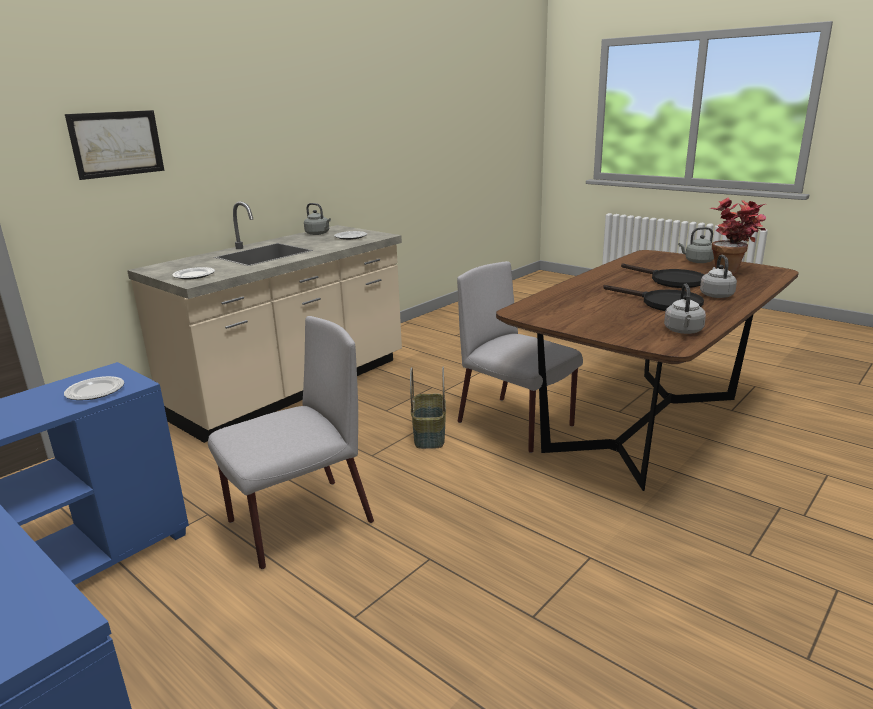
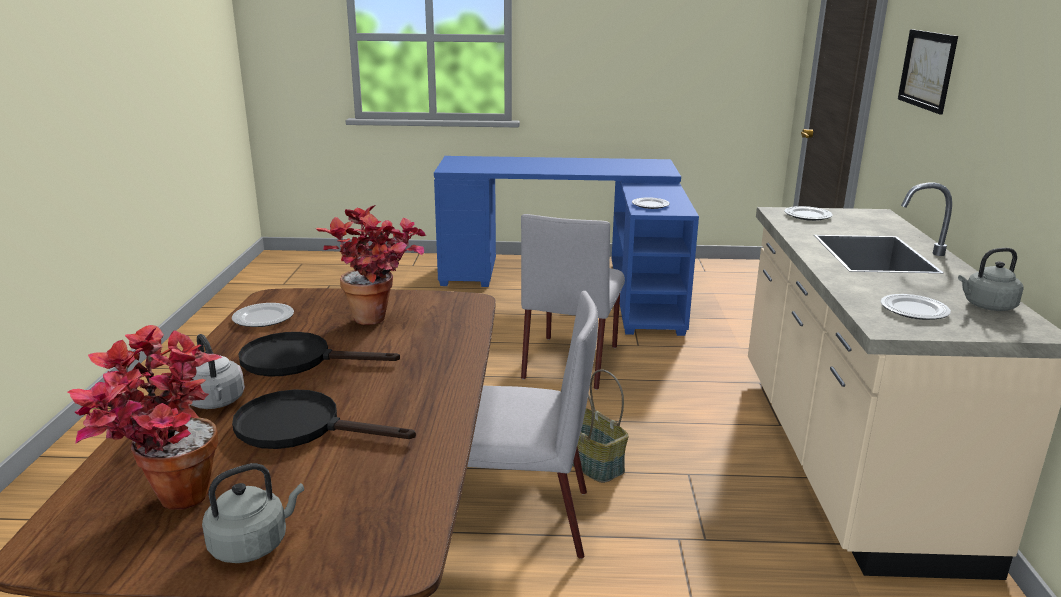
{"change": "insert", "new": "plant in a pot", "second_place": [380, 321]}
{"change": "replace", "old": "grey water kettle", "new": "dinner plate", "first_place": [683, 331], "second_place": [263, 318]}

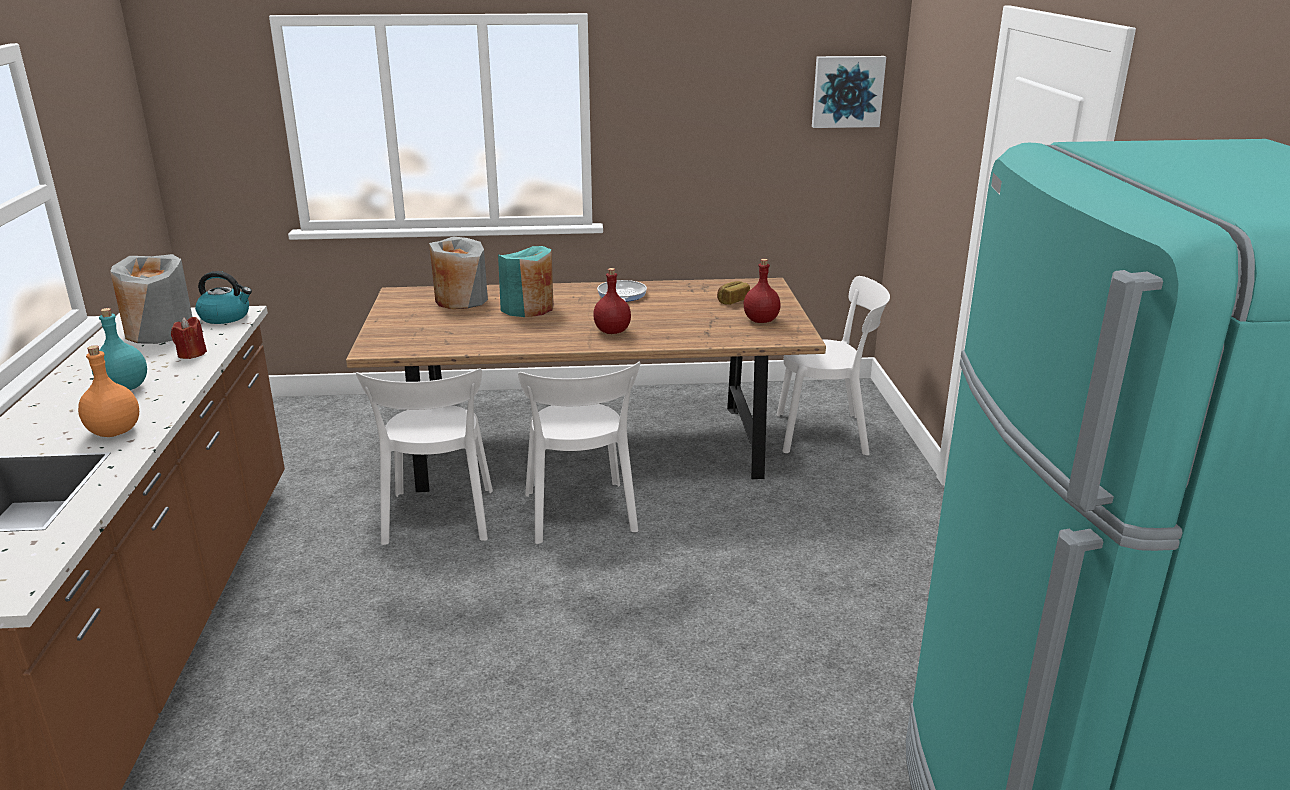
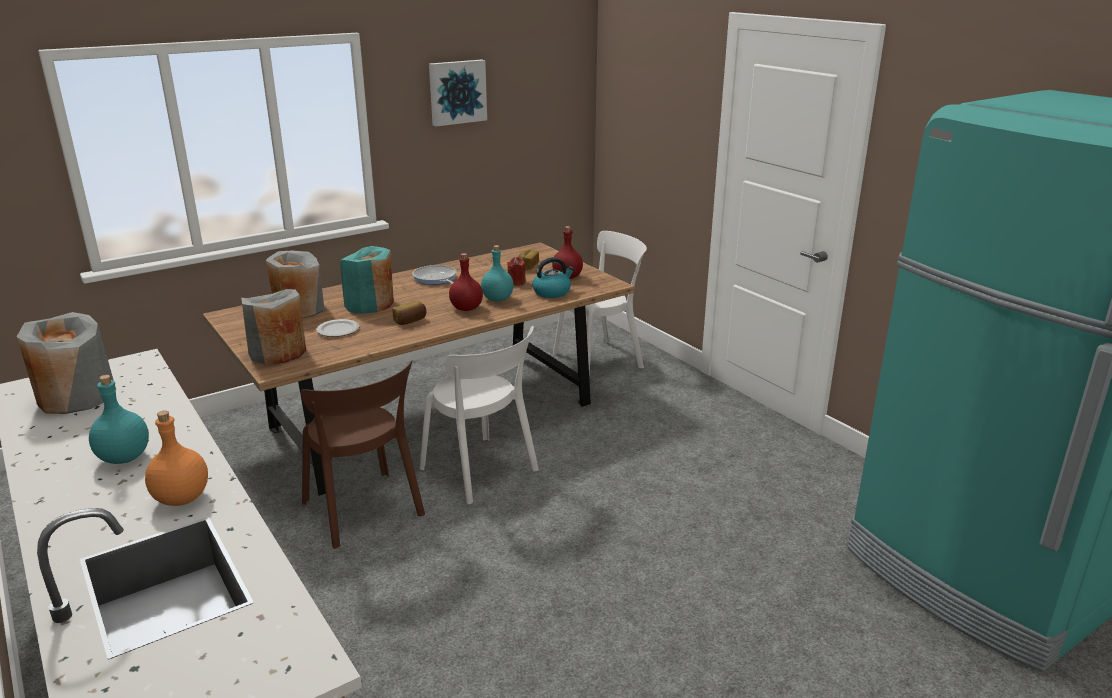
{"change": "insert", "new": "grey flower vase", "second_place": [278, 353]}
{"change": "insert", "new": "dinner plate", "second_place": [338, 330]}
{"change": "insert", "new": "bread", "second_place": [410, 321]}
{"change": "insert", "new": "turquoise-coloured beverage bottle", "second_place": [498, 299]}
{"change": "move", "old": "red-coloured wax candle", "first_place": [191, 354], "second_place": [516, 282]}
{"change": "move", "old": "water kettle", "first_place": [226, 317], "second_place": [552, 292]}
{"change": "move", "old": "wall art", "first_place": [847, 91], "second_place": [457, 92]}
{"change": "recolor", "old": "white chair", "new": "brown chair", "first_place": [438, 519], "second_place": [365, 511]}

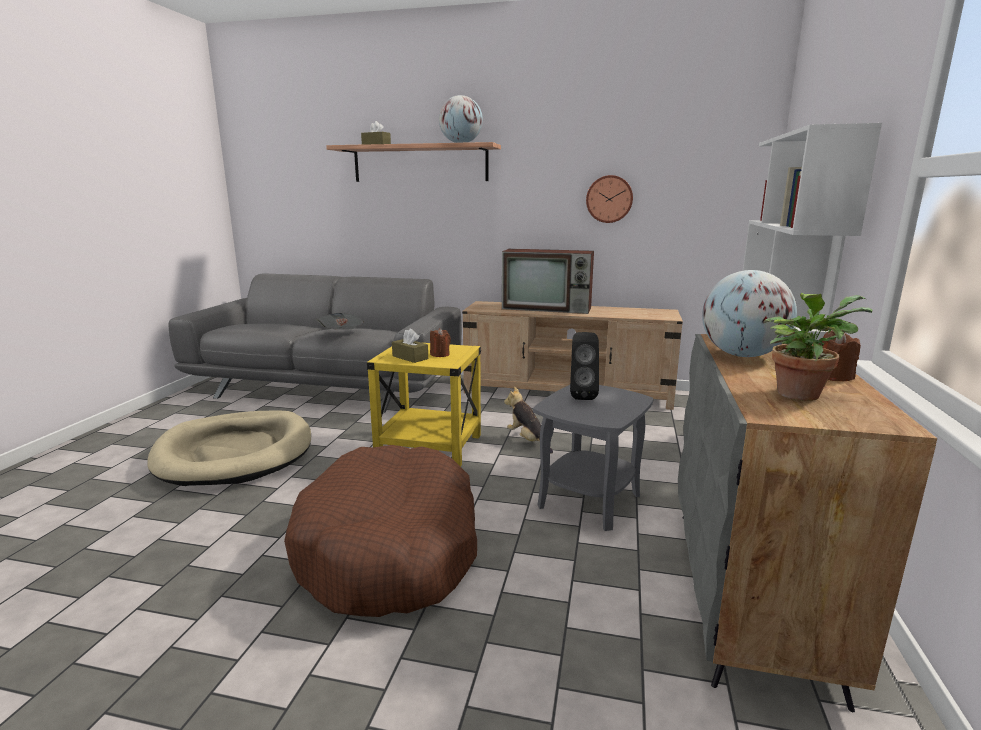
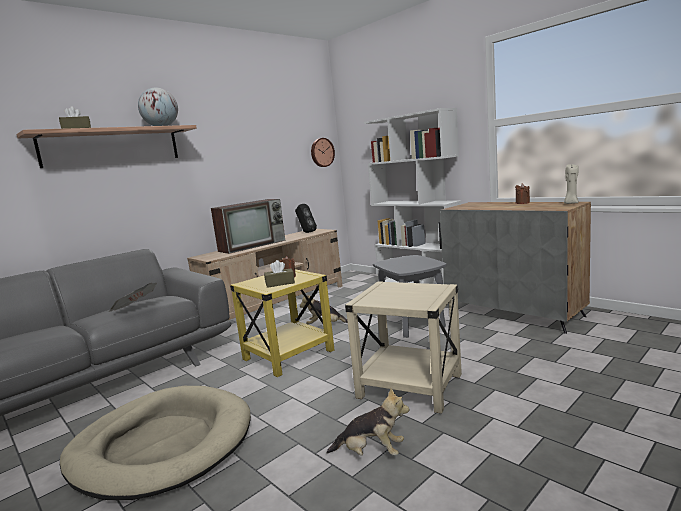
{"change": "delete", "old": "globe", "first_place": [742, 355]}
{"change": "delete", "old": "plant in a pot", "first_place": [800, 393]}
{"change": "insert", "new": "soft toy", "second_place": [371, 453]}
{"change": "insert", "new": "beige wax candle", "second_place": [571, 203]}
{"change": "move", "old": "blackish loudspeaker", "first_place": [582, 396], "second_place": [306, 232]}
{"change": "move", "old": "hanging clock", "first_place": [609, 199], "second_place": [321, 152]}
{"change": "replace", "old": "brown pet bed", "new": "beige end table", "first_place": [390, 549], "second_place": [409, 386]}

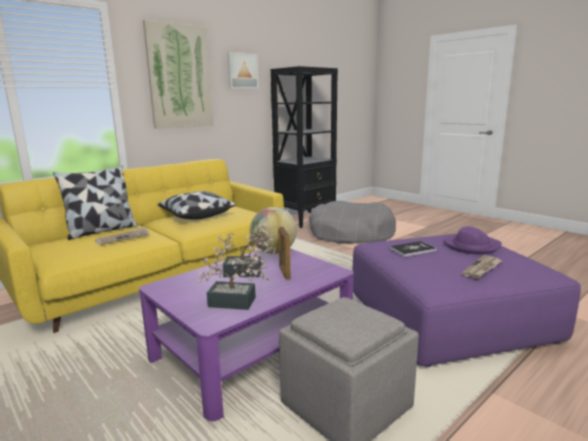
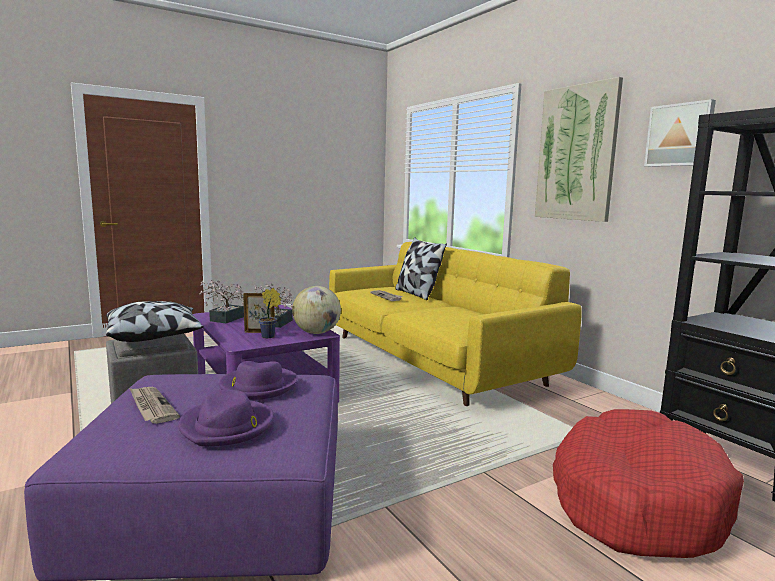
{"change": "insert", "new": "plant in a pot", "second_place": [270, 336]}
{"change": "move", "old": "throw pillow", "first_place": [195, 215], "second_place": [155, 336]}
{"change": "replace", "old": "book", "new": "purple-coloured clothing hat", "first_place": [412, 250], "second_place": [258, 386]}
{"change": "recolor", "old": "grey pet bed", "new": "red-coloured pet bed", "first_place": [351, 234], "second_place": [635, 500]}

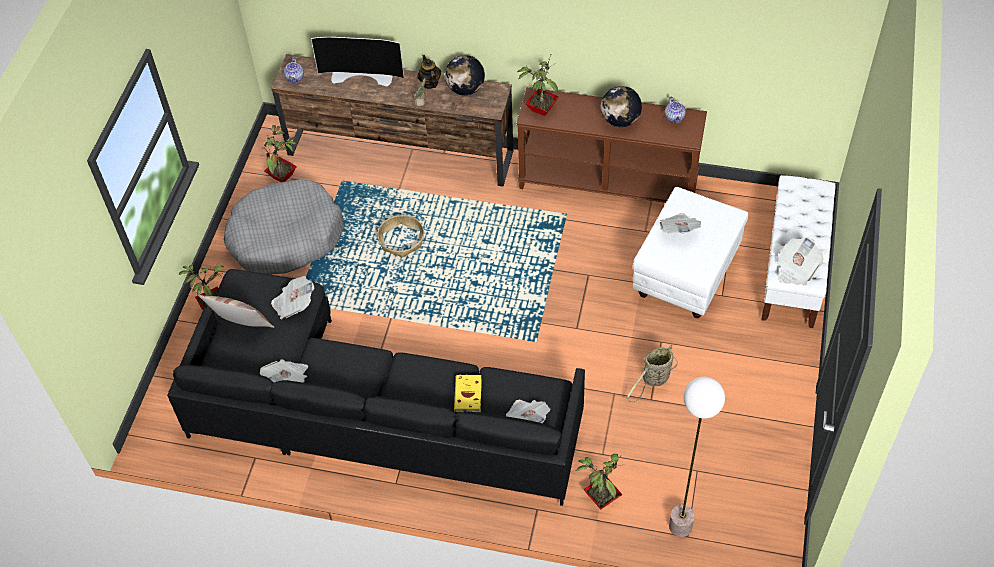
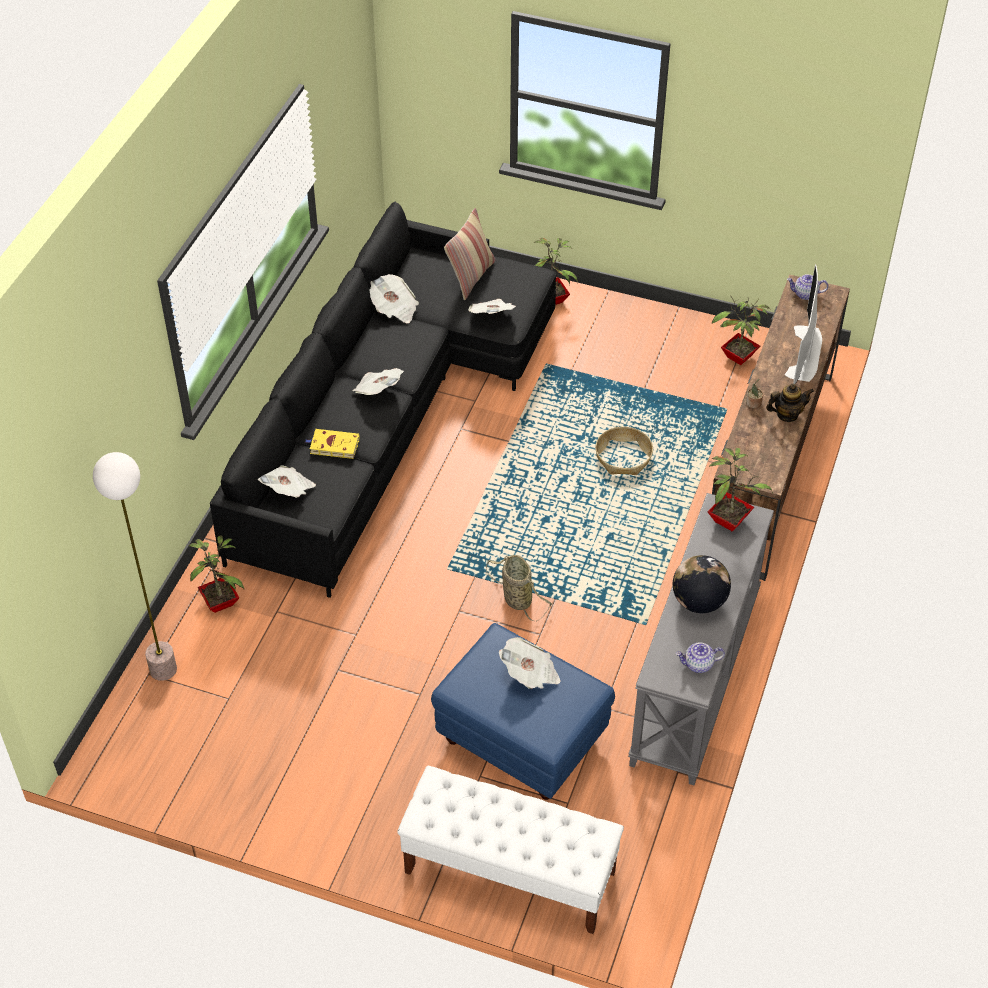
{"change": "delete", "old": "grey pet bed", "first_place": [285, 237]}
{"change": "delete", "old": "globe", "first_place": [465, 89]}
{"change": "move", "old": "storage basket", "first_place": [654, 379], "second_place": [516, 598]}
{"change": "move", "old": "newspaper", "first_place": [796, 269], "second_place": [378, 390]}
{"change": "recolor", "old": "brown console table", "new": "grey console table", "first_place": [608, 183], "second_place": [696, 679]}
{"change": "recolor", "old": "white footrest", "new": "blue footrest", "first_place": [686, 275], "second_place": [521, 741]}

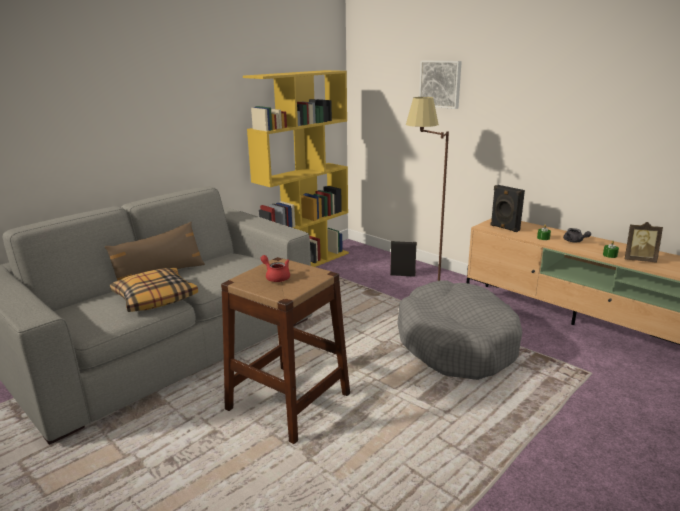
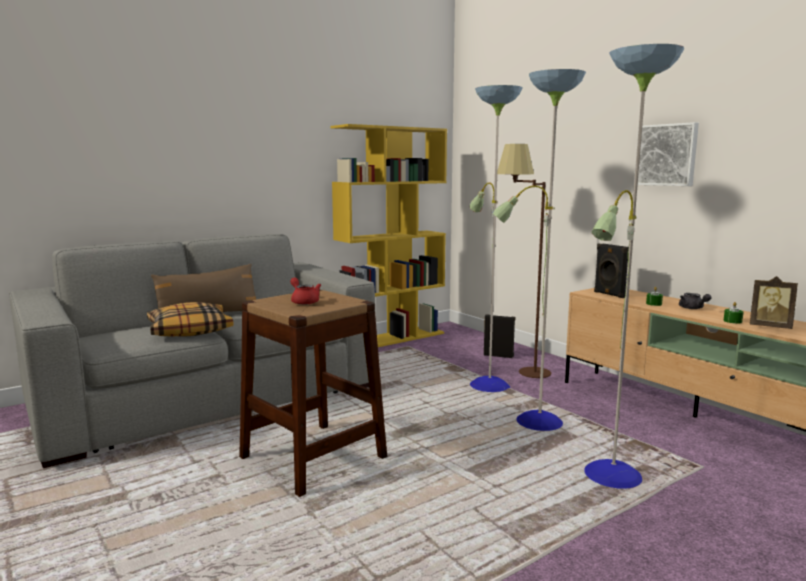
{"change": "move", "old": "wall art", "first_place": [440, 84], "second_place": [666, 155]}
{"change": "replace", "old": "grey pet bed", "new": "floor lamp", "first_place": [455, 343], "second_place": [535, 422]}

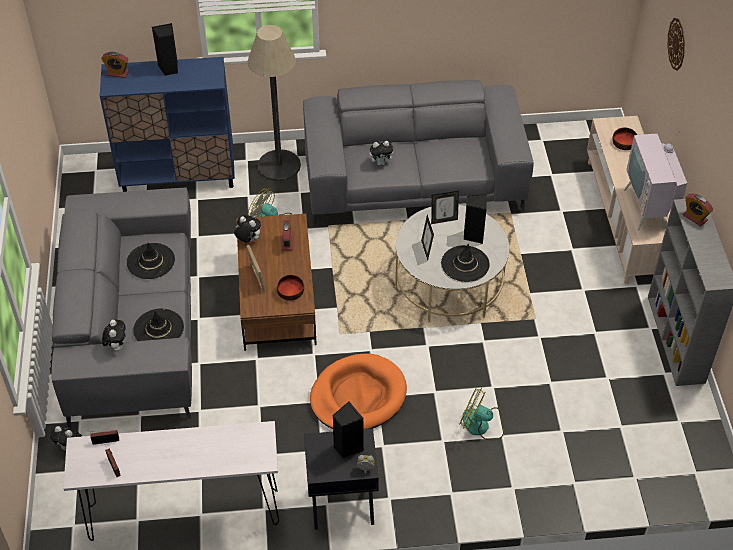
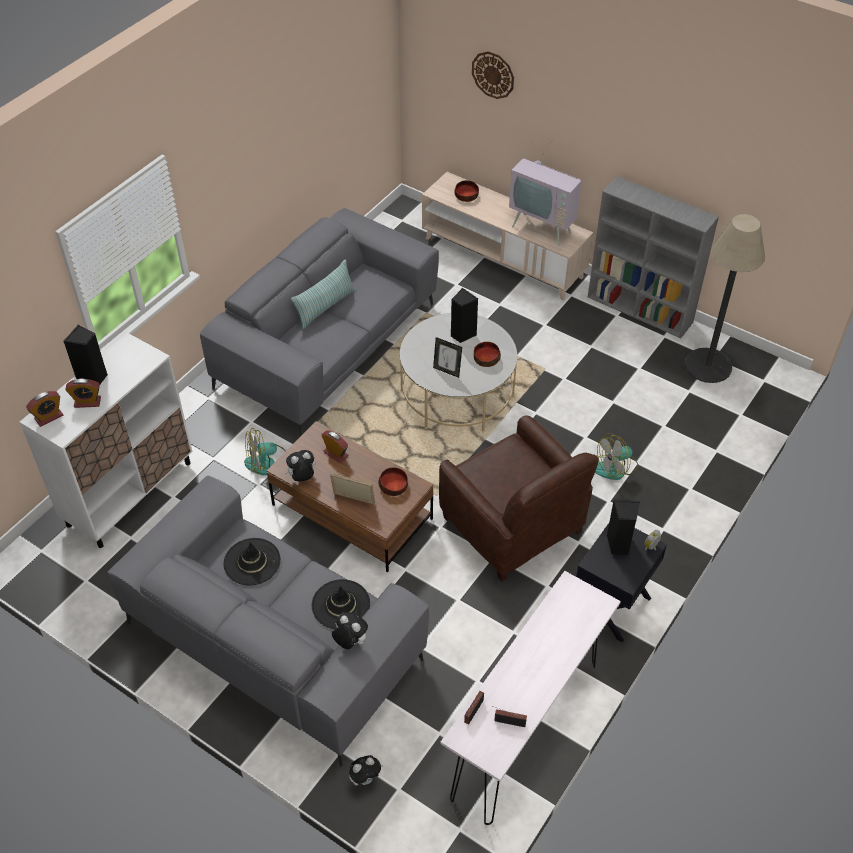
{"change": "delete", "old": "soft toy", "first_place": [381, 163]}
{"change": "delete", "old": "photo frame", "first_place": [444, 220]}
{"change": "insert", "new": "throw pillow", "second_place": [325, 307]}
{"change": "move", "old": "floor lamp", "first_place": [279, 165], "second_place": [708, 365]}
{"change": "move", "old": "alarm clock", "first_place": [695, 217], "second_place": [87, 402]}
{"change": "replace", "old": "orange pet bed", "new": "brown armchair", "first_place": [358, 396], "second_place": [513, 526]}
{"change": "replace", "old": "blackish clothing hat", "new": "serving bowl", "first_place": [465, 264], "second_place": [486, 358]}
{"change": "recolor", "old": "blue storage cabinet", "new": "white storage cabinet", "first_place": [179, 177], "second_place": [130, 493]}

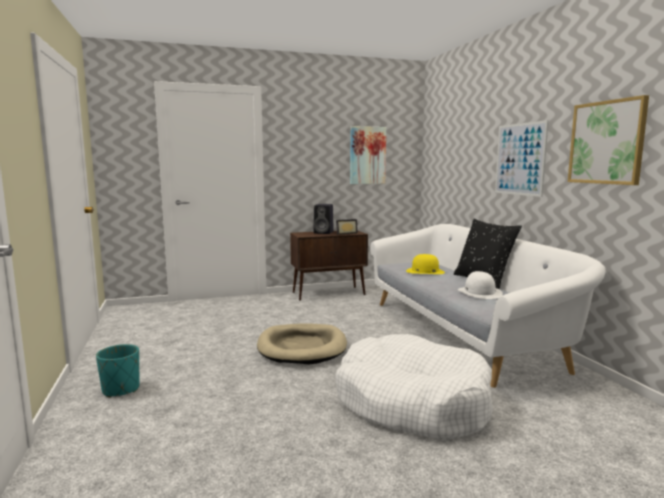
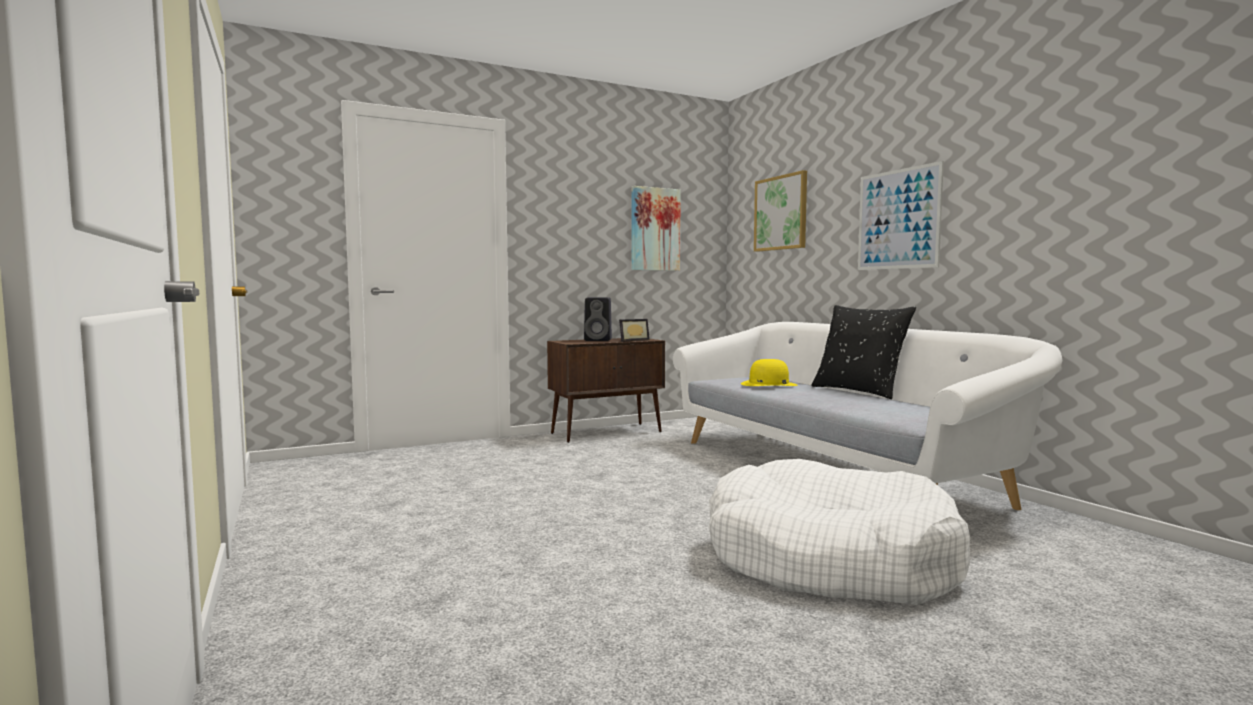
{"change": "delete", "old": "turquoise-coloured planter", "first_place": [121, 389]}
{"change": "delete", "old": "beige pet bed", "first_place": [302, 347]}
{"change": "delete", "old": "white clothing hat", "first_place": [480, 292]}
{"change": "move", "old": "wall art", "first_place": [606, 142], "second_place": [781, 213]}

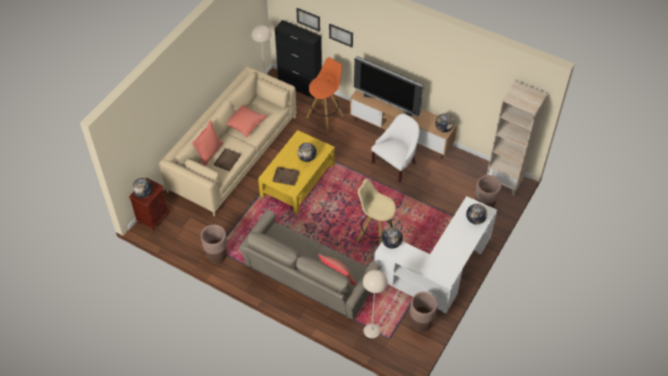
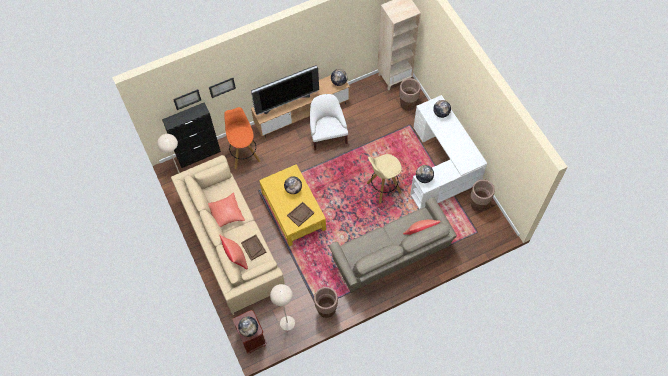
{"change": "move", "old": "beige floor lamp", "first_place": [371, 330], "second_place": [287, 323]}

